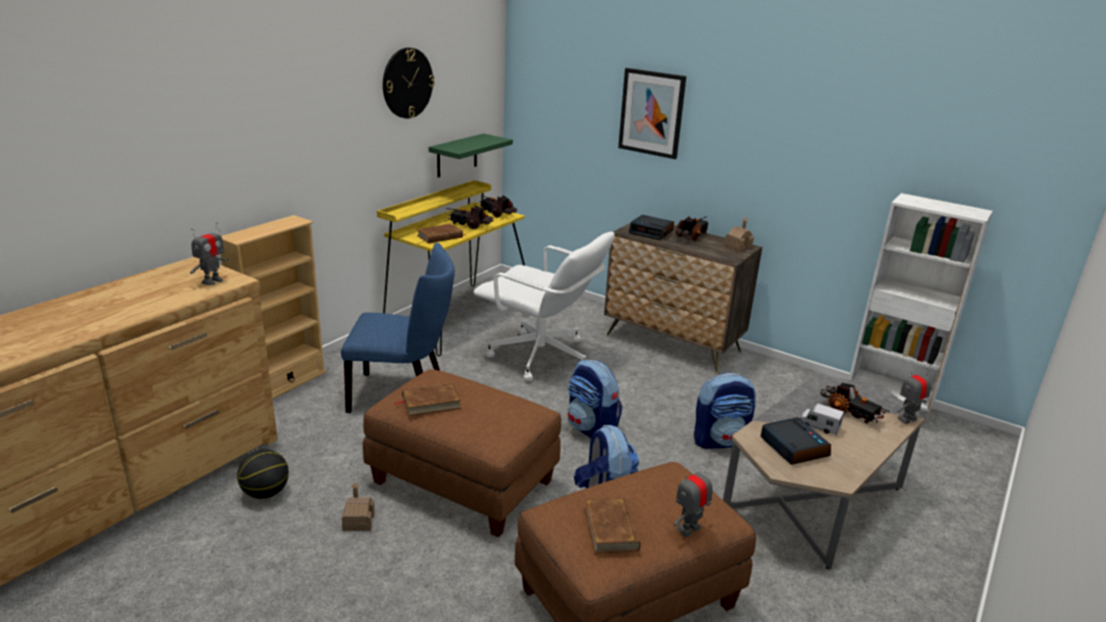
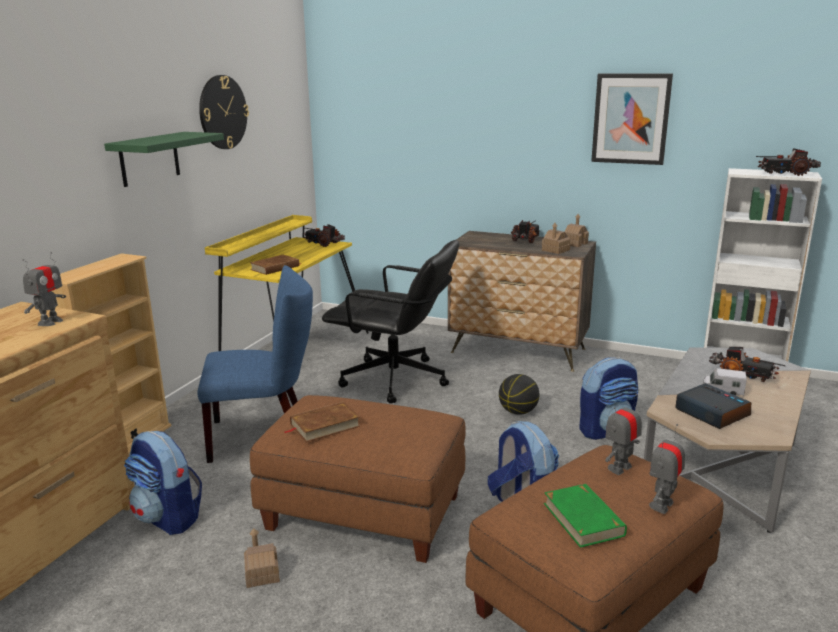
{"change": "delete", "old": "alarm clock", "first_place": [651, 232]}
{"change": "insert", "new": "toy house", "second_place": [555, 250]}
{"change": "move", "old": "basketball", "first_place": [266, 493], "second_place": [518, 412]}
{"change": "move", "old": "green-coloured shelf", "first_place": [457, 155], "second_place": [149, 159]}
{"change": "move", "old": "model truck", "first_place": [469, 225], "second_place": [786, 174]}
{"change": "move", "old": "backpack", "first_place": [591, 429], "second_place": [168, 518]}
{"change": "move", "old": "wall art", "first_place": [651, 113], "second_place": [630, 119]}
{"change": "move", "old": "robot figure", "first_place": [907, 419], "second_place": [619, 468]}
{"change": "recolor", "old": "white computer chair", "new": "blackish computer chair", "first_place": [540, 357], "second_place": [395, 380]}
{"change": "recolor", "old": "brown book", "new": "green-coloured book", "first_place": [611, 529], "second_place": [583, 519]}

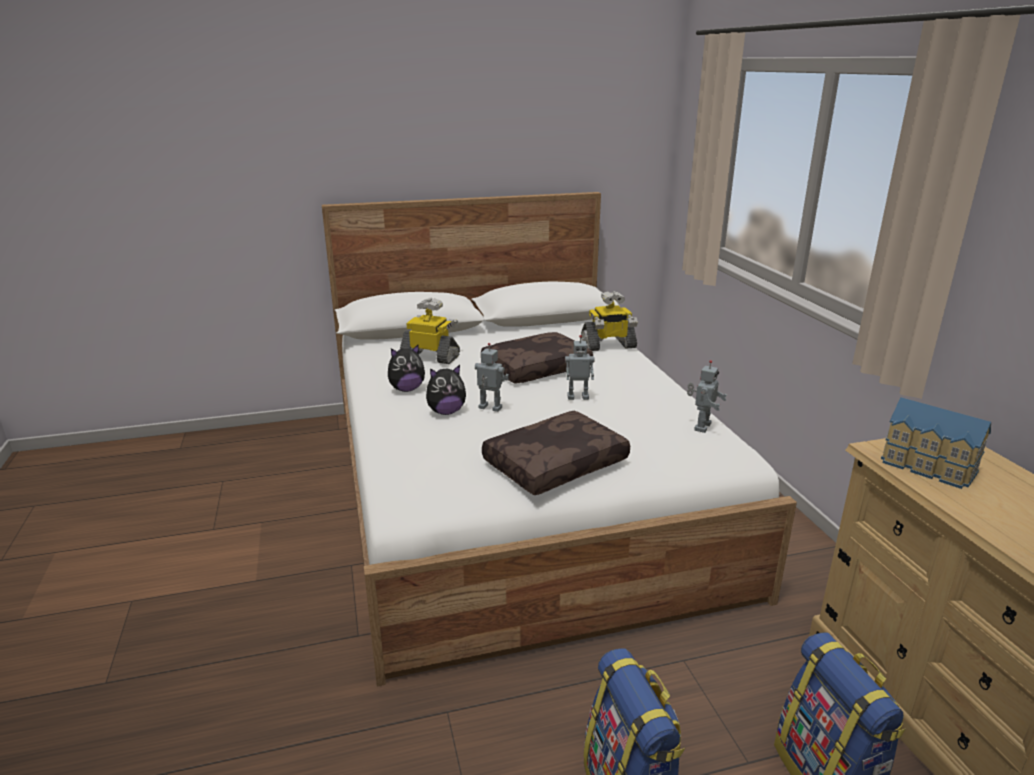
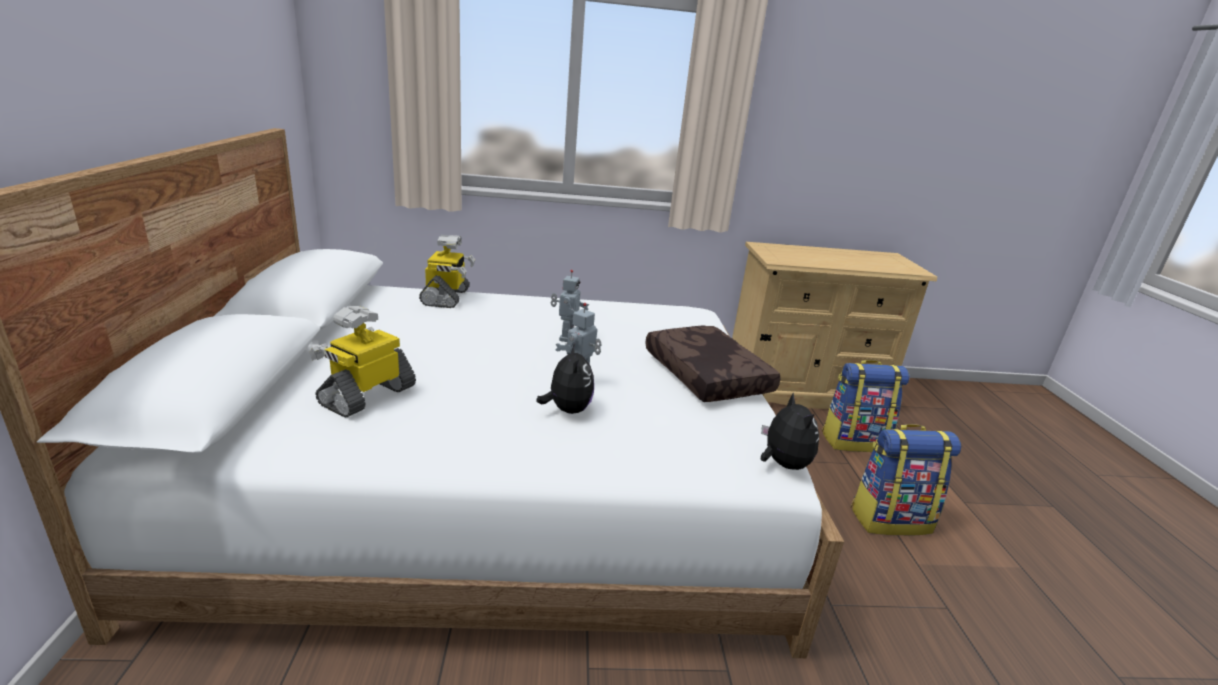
{"change": "delete", "old": "brown throw pillow", "first_place": [536, 368]}
{"change": "delete", "old": "robot figure", "first_place": [701, 426]}
{"change": "delete", "old": "toy house", "first_place": [928, 467]}
{"change": "move", "old": "soft toy", "first_place": [406, 389], "second_place": [782, 464]}

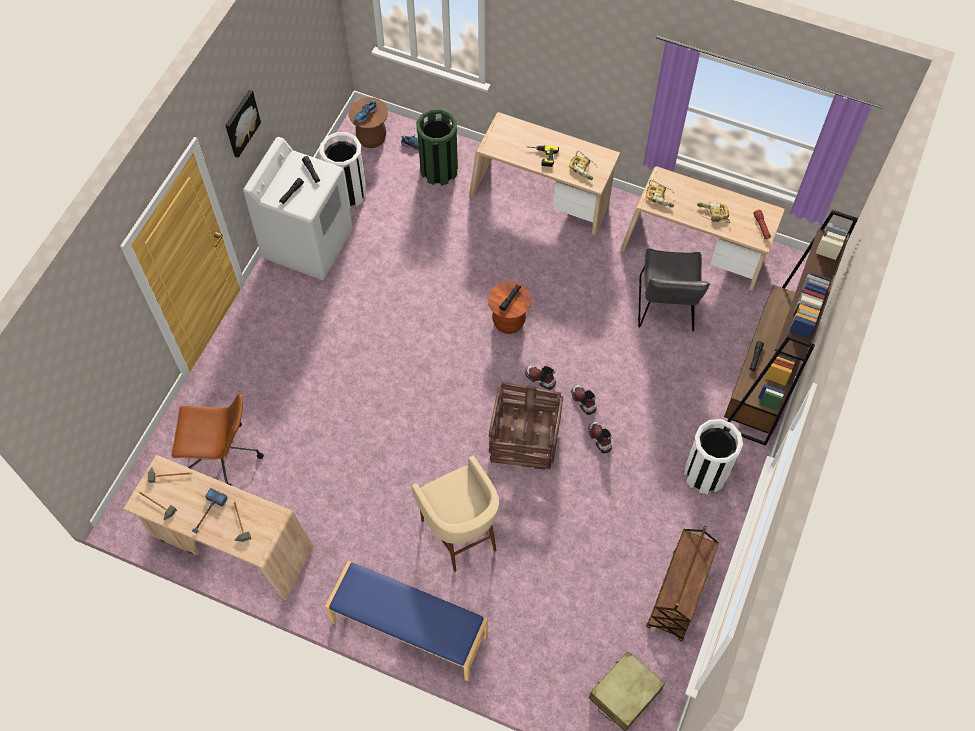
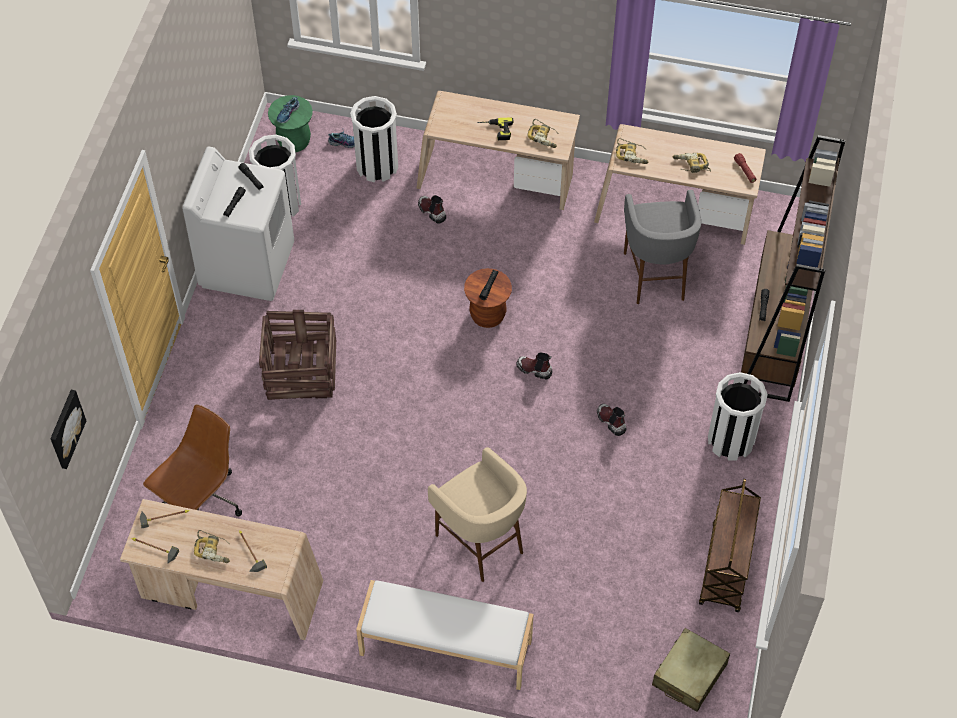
{"change": "move", "old": "wall art", "first_place": [241, 123], "second_place": [65, 428]}
{"change": "move", "old": "crate", "first_place": [525, 437], "second_place": [301, 370]}
{"change": "move", "old": "boot", "first_place": [583, 401], "second_place": [431, 211]}
{"change": "replace", "old": "tool hammer", "new": "power drill", "first_place": [207, 513], "second_place": [214, 549]}
{"change": "replace", "old": "grey chair", "new": "grey stool", "first_place": [666, 308], "second_place": [656, 276]}
{"change": "recolor", "old": "blue bench", "new": "white bench", "first_place": [409, 629], "second_place": [445, 648]}
{"change": "recolor", "old": "brown stool", "new": "green-coloured stool", "first_place": [371, 138], "second_place": [294, 142]}
{"change": "recolor", "old": "green-coloured trash can", "new": "white trash can", "first_place": [439, 170], "second_place": [377, 165]}
{"change": "rotate", "old": "brown computer chair", "first_place": [223, 456], "second_place": [202, 503], "degrees": -45}

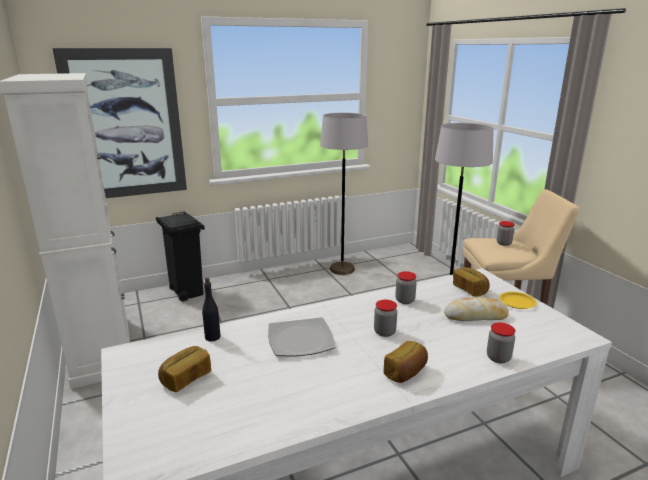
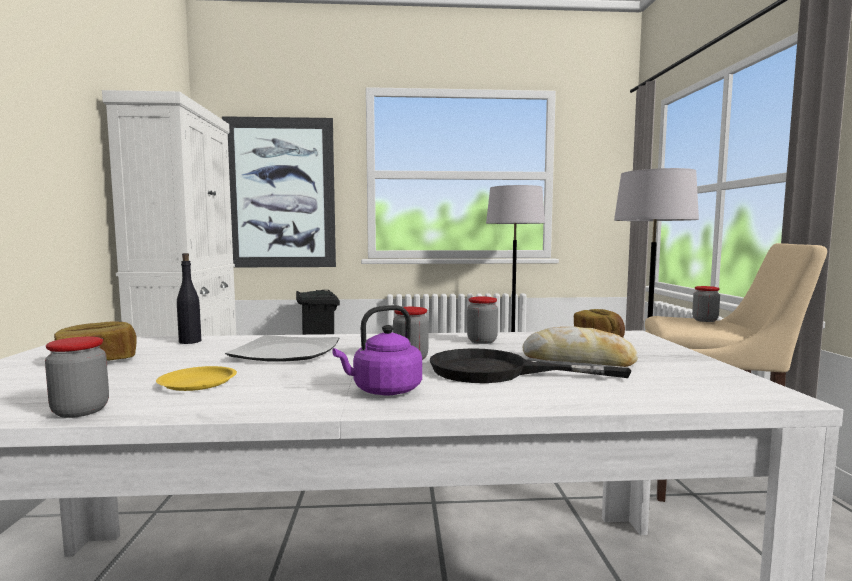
{"change": "insert", "new": "blackish frying pan", "second_place": [497, 371]}
{"change": "move", "old": "preserve jar", "first_place": [498, 358], "second_place": [80, 411]}
{"change": "move", "old": "yellow-coloured dinner plate", "first_place": [517, 302], "second_place": [198, 383]}
{"change": "replace", "old": "bread", "new": "purple-coloured water kettle", "first_place": [406, 372], "second_place": [383, 391]}

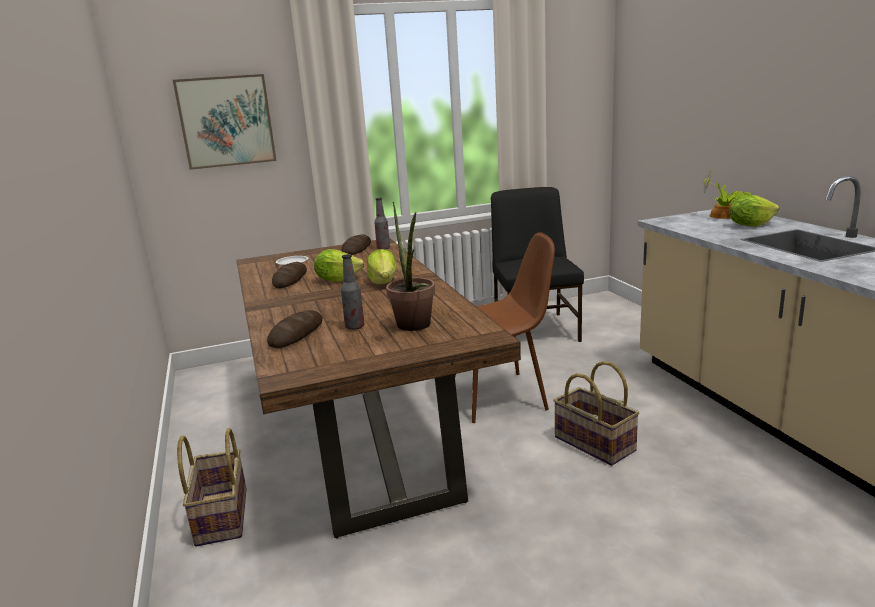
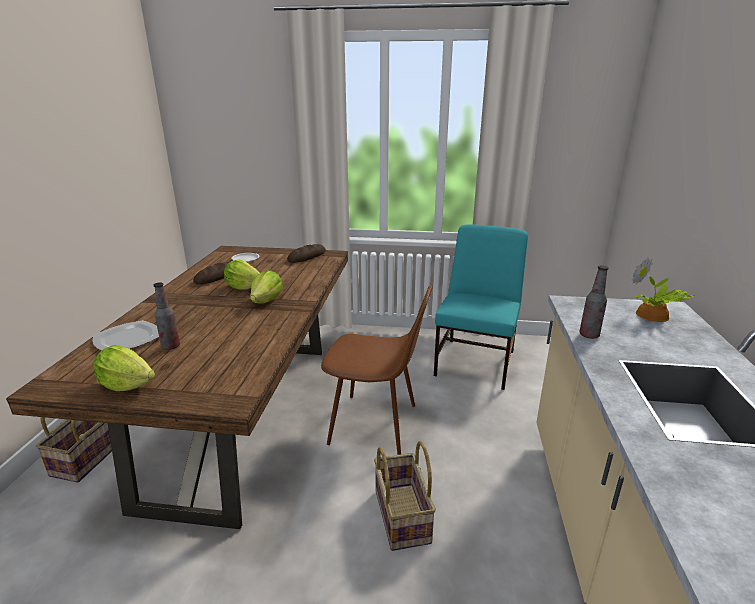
{"change": "delete", "old": "wall art", "first_place": [226, 121]}
{"change": "delete", "old": "plant in a pot", "first_place": [415, 327]}
{"change": "move", "old": "beverage bottle", "first_place": [383, 249], "second_place": [589, 335]}
{"change": "move", "old": "lettuce", "first_place": [750, 225], "second_place": [127, 385]}
{"change": "replace", "old": "bread", "new": "dinner plate", "first_place": [296, 334], "second_place": [128, 339]}
{"change": "recolor", "old": "blackish chair", "new": "turquoise-coloured chair", "first_place": [536, 329], "second_place": [476, 362]}

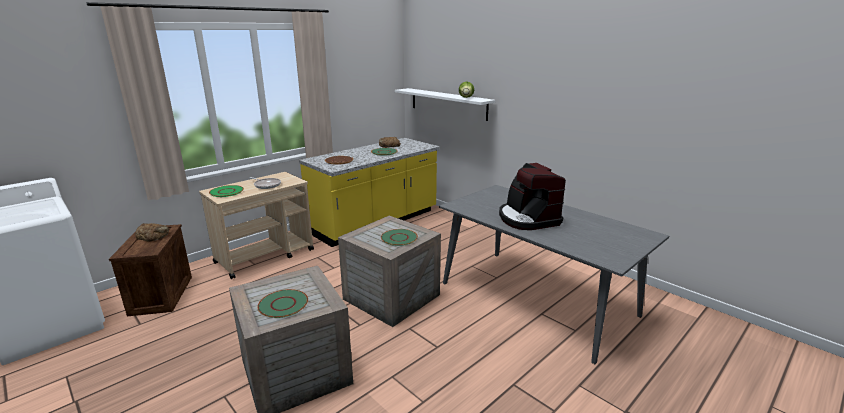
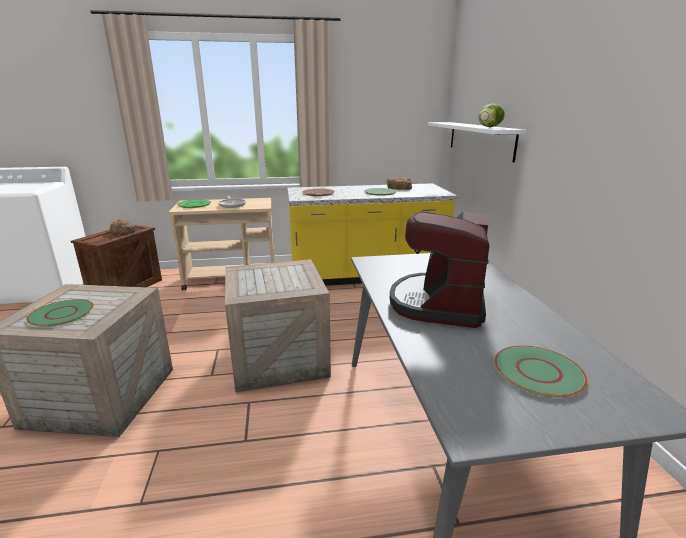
{"change": "move", "old": "green-coloured dinner plate", "first_place": [399, 238], "second_place": [538, 372]}

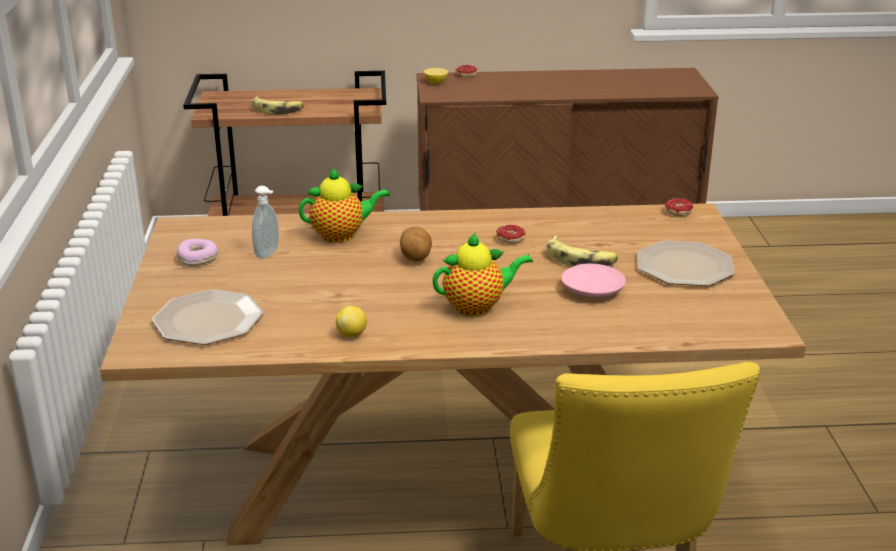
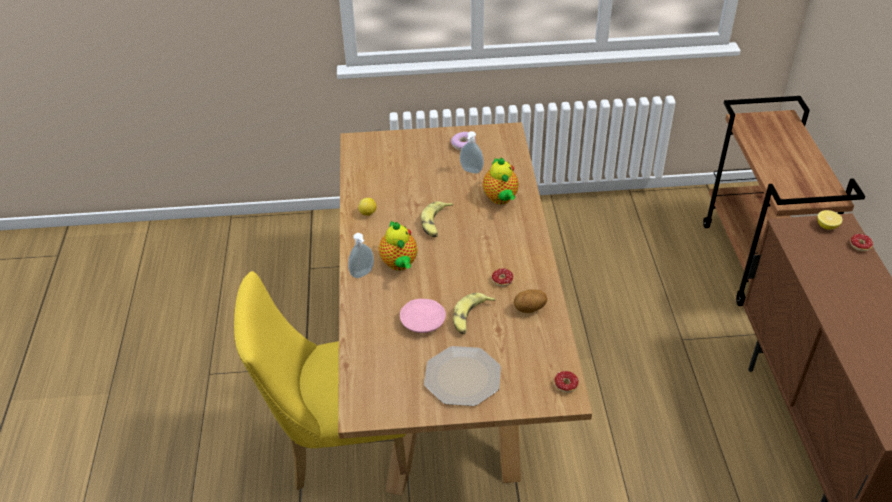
{"change": "delete", "old": "dinner plate", "first_place": [207, 319]}
{"change": "insert", "new": "soap bottle", "second_place": [363, 274]}
{"change": "move", "old": "whole banana", "first_place": [277, 110], "second_place": [436, 223]}
{"change": "move", "old": "whole potato", "first_place": [416, 258], "second_place": [529, 309]}

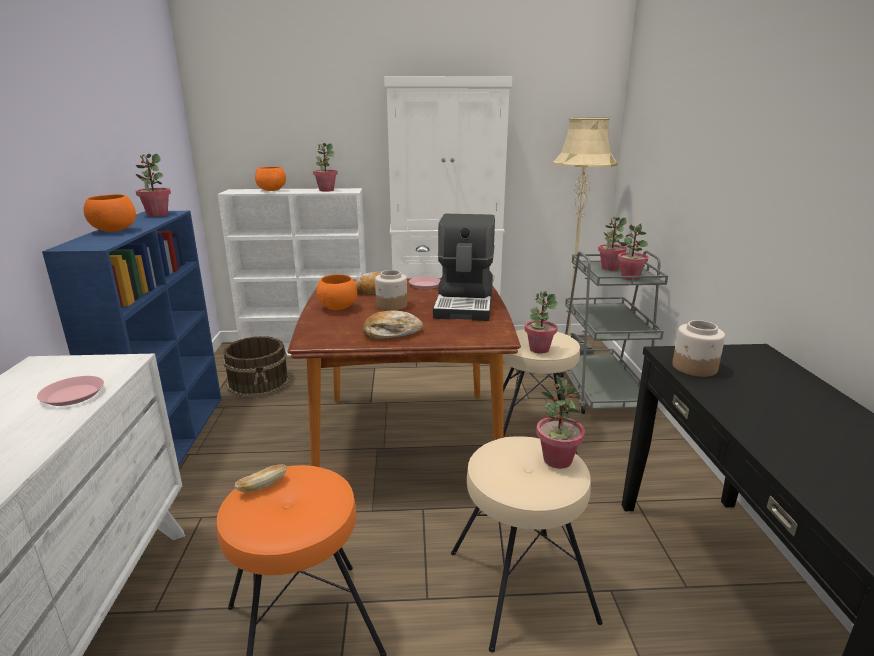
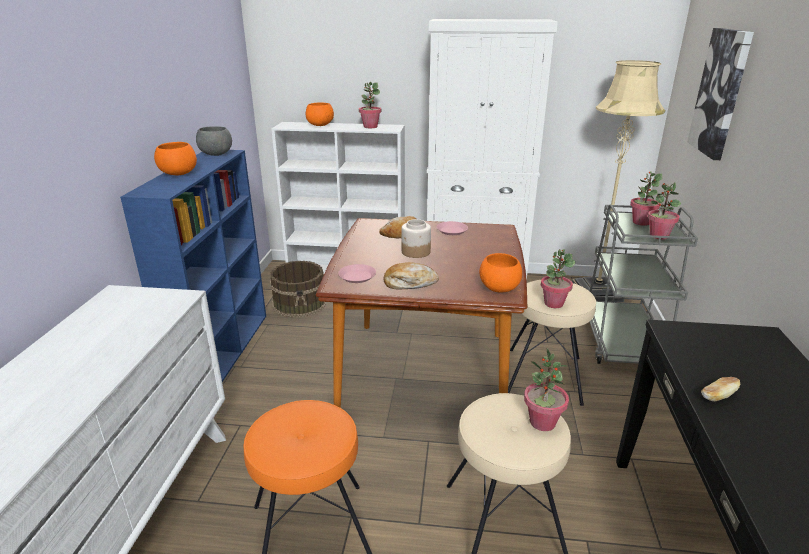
{"change": "delete", "old": "coffee brewer", "first_place": [466, 303]}
{"change": "delete", "old": "preserve jar", "first_place": [694, 368]}
{"change": "insert", "new": "wall art", "second_place": [720, 93]}
{"change": "move", "old": "pink dinner plate", "first_place": [73, 395], "second_place": [357, 276]}
{"change": "move", "old": "bread", "first_place": [262, 486], "second_place": [717, 396]}
{"change": "move", "old": "orange serving bowl", "first_place": [337, 308], "second_place": [498, 289]}
{"change": "replace", "old": "plant in a pot", "new": "grey serving bowl", "first_place": [157, 215], "second_place": [216, 155]}

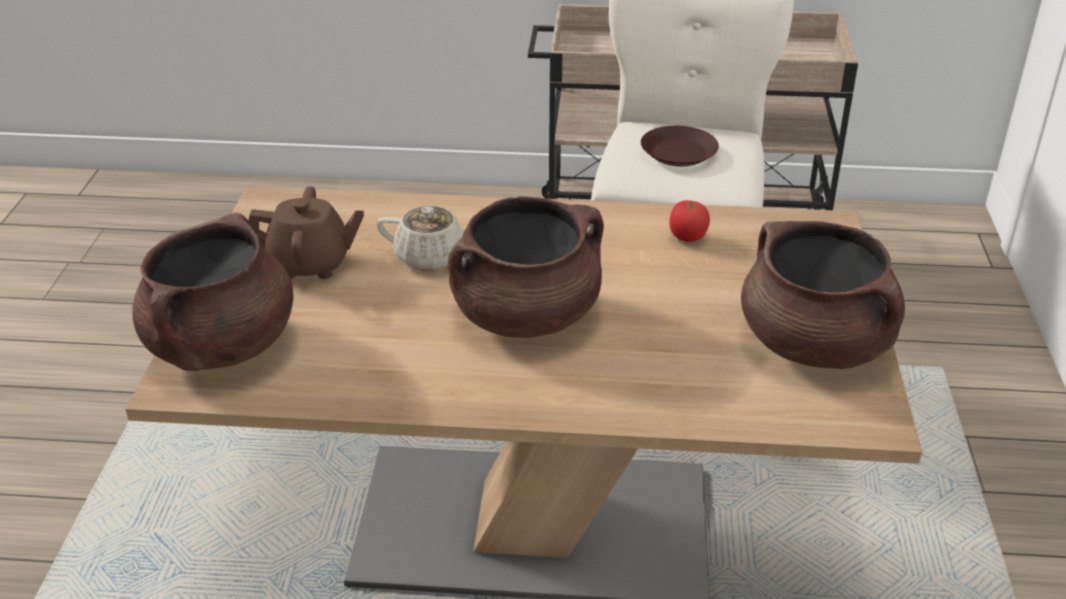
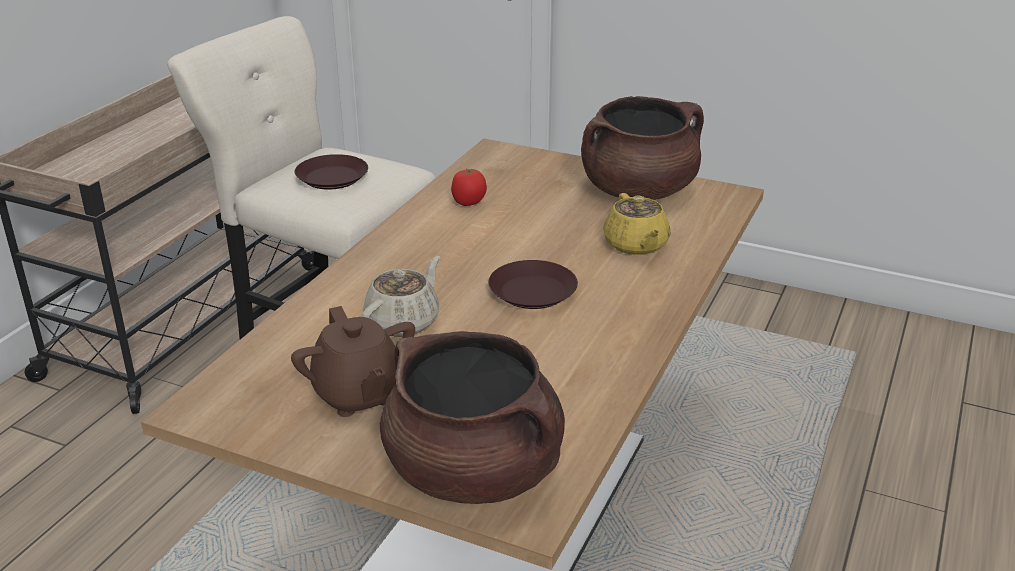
{"change": "insert", "new": "yellow-coloured pot for tea", "second_place": [636, 245]}
{"change": "replace", "old": "brown cooking pot", "new": "brown dinner plate", "first_place": [526, 315], "second_place": [531, 292]}
{"change": "rotate", "old": "brown pot for tea", "first_place": [310, 264], "second_place": [358, 395], "degrees": 135}

